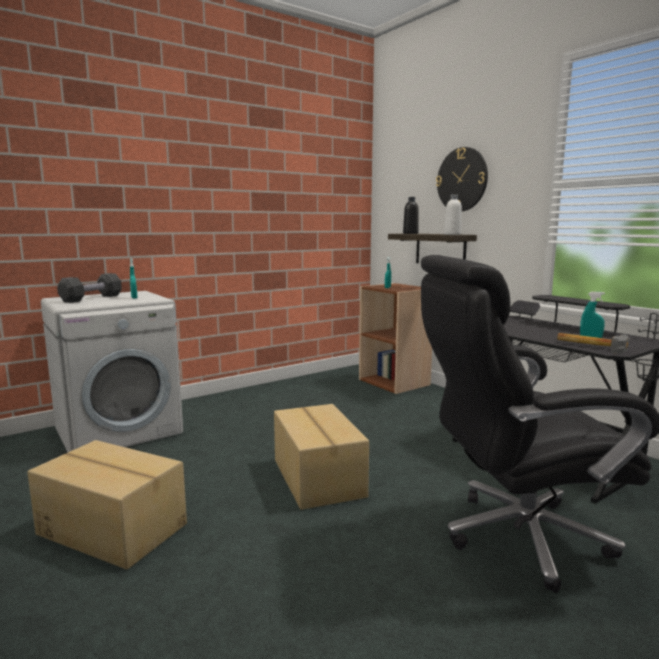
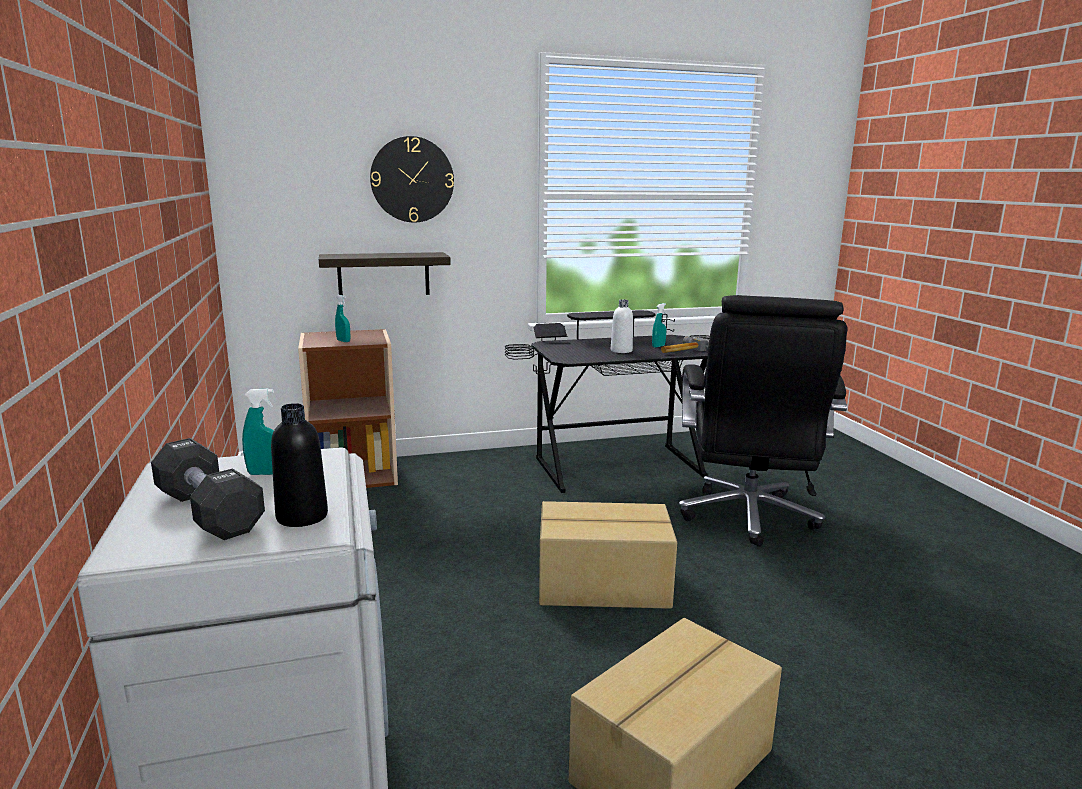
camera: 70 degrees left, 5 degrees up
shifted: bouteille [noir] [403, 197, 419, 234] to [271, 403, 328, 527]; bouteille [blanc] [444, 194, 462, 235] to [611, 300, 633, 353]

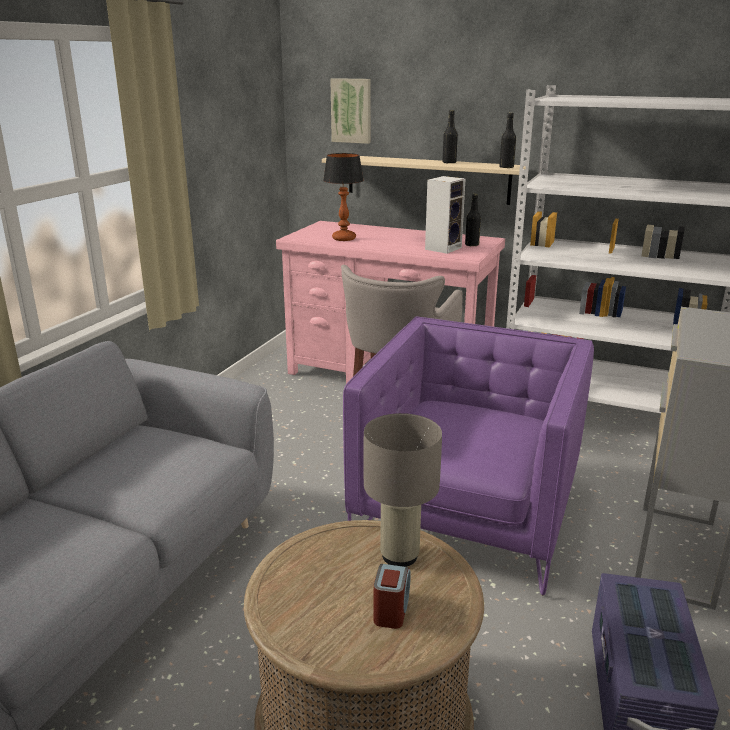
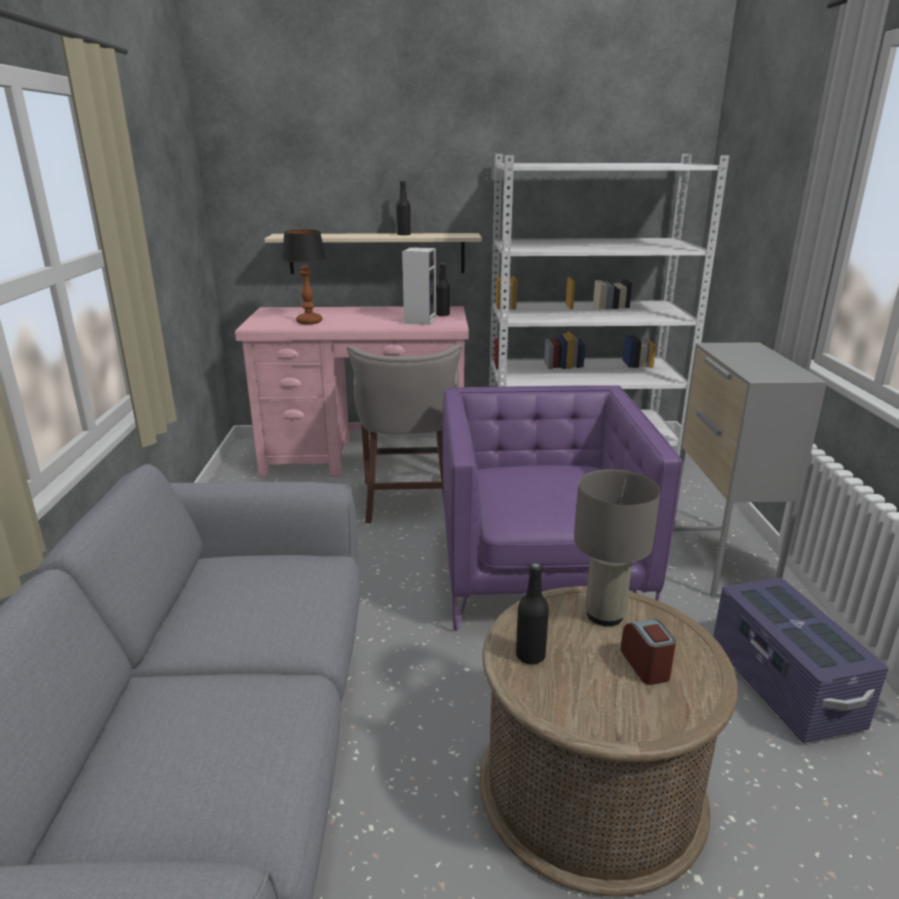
camera: 25 degrees left, 0 degrees up
gone: tableau [330, 78, 371, 144]
shifted: bouteille [noir] [499, 112, 516, 168] to [516, 563, 549, 665]

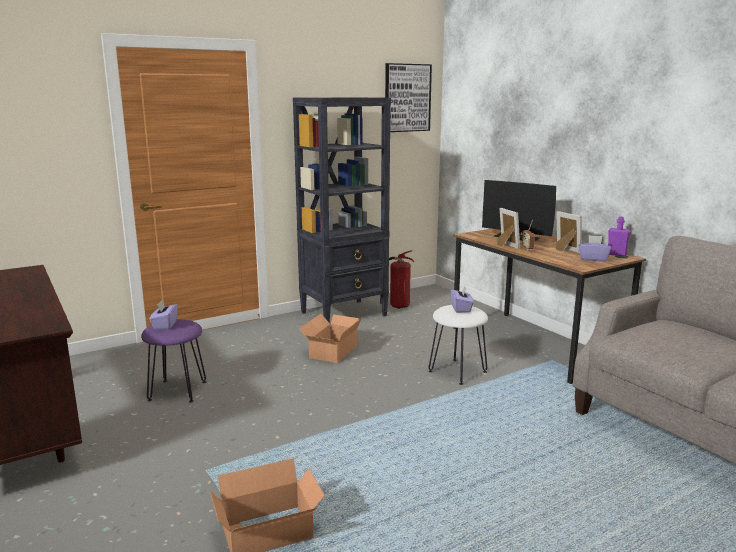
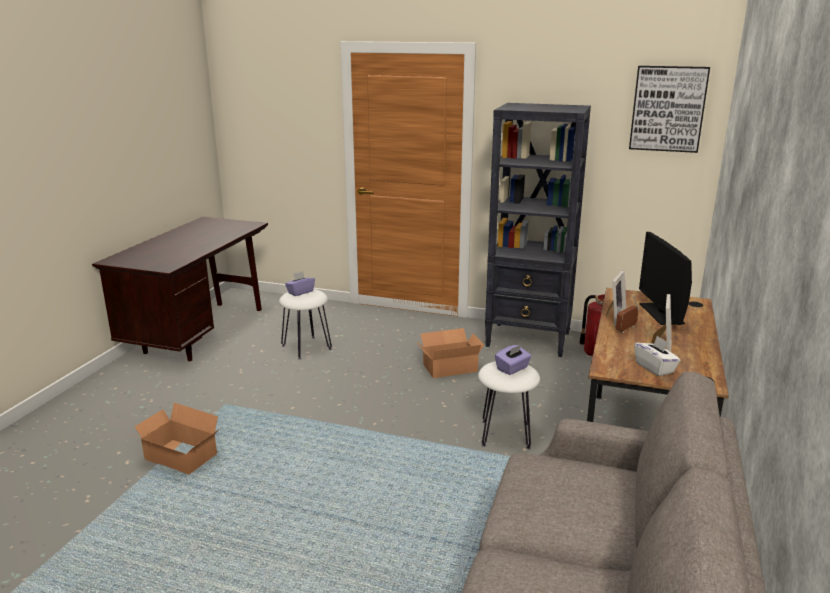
camera: 50 degrees right, 5 degrees up
gone: bouteille [violet] [608, 216, 631, 256]
repainted: tabouret [violet] [141, 319, 206, 403] to tabouret [blanc] [279, 289, 332, 359]; boîte à mouchoirs [violet] [578, 235, 611, 261] to boîte à mouchoirs [blanc] [634, 336, 681, 376]

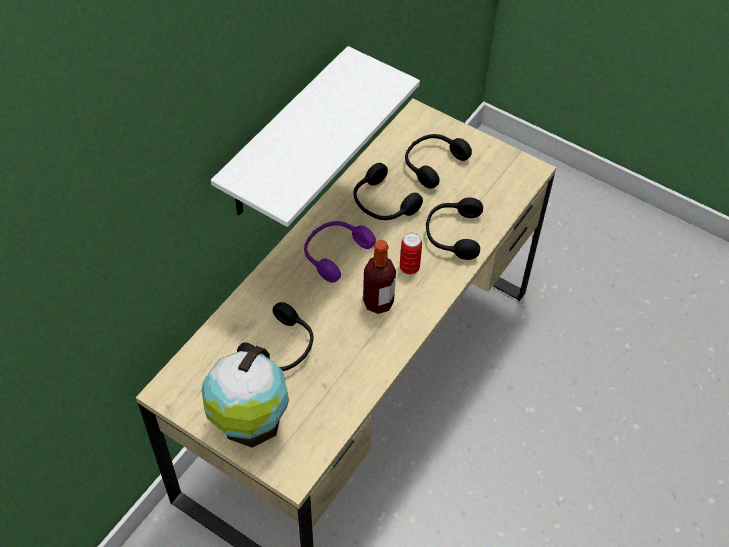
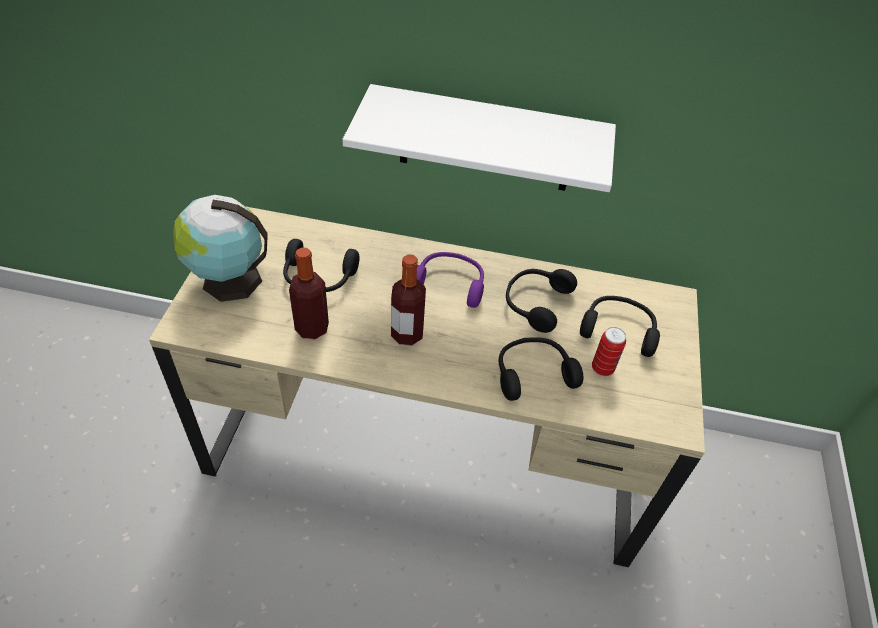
camera: 65 degrees right, 5 degrees down
new: bouteille [289, 247, 329, 339]
shifted: boîte métallique [400, 232, 422, 274] to [592, 327, 626, 376]

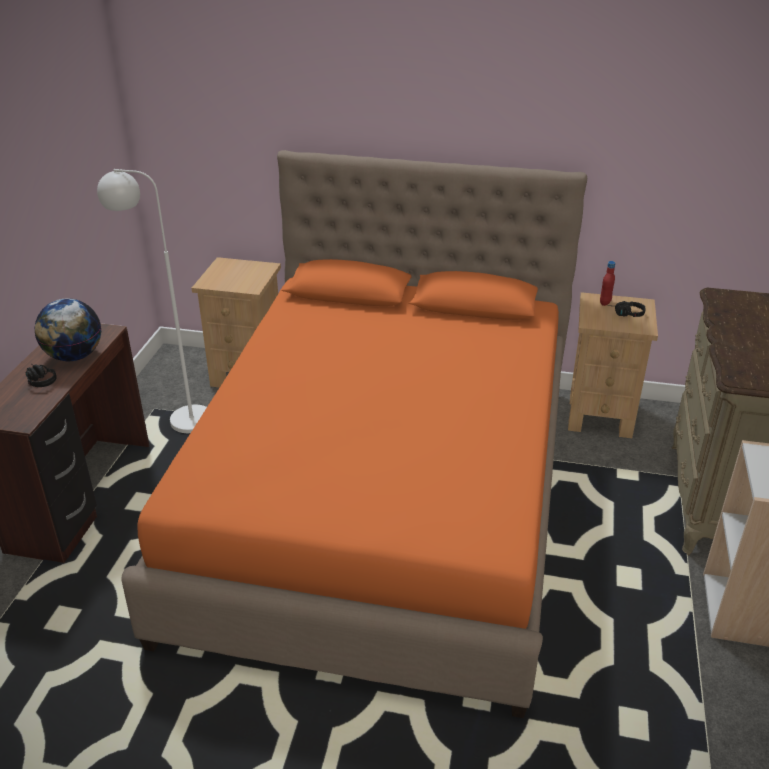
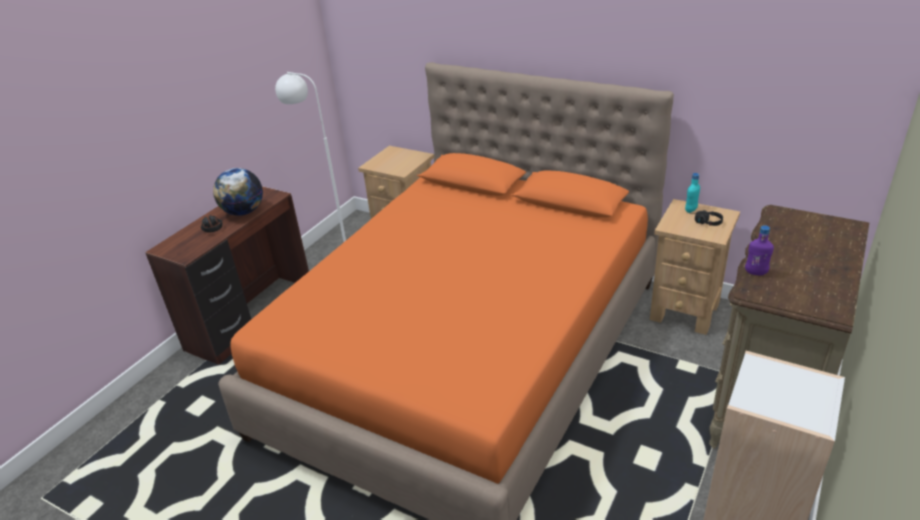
camera: 20 degrees right, 0 degrees up
new: bouteille [violet] [745, 225, 774, 275]
repainted: bouteille [rouge] [600, 261, 615, 306] to bouteille [turquoise] [685, 173, 700, 213]

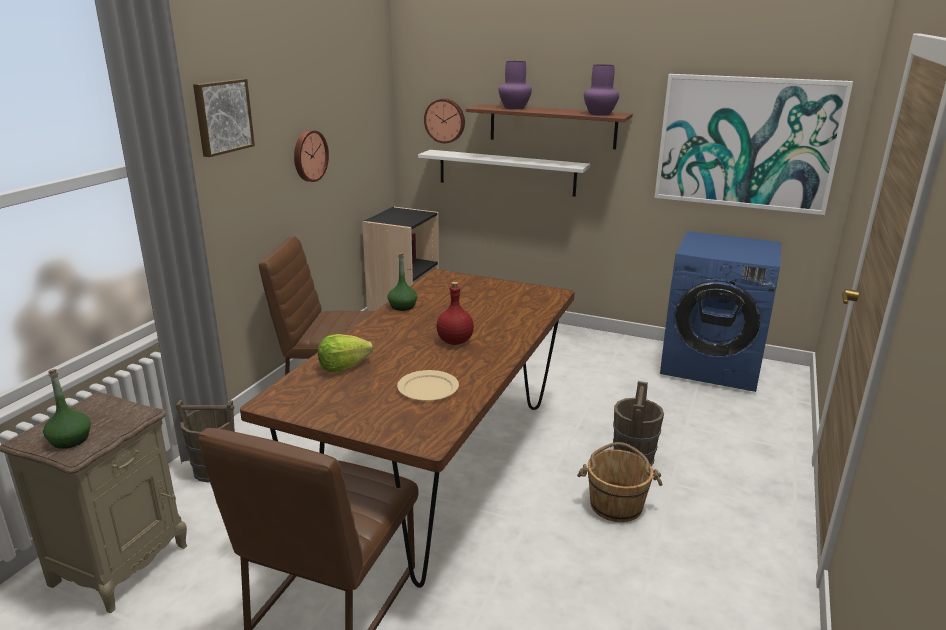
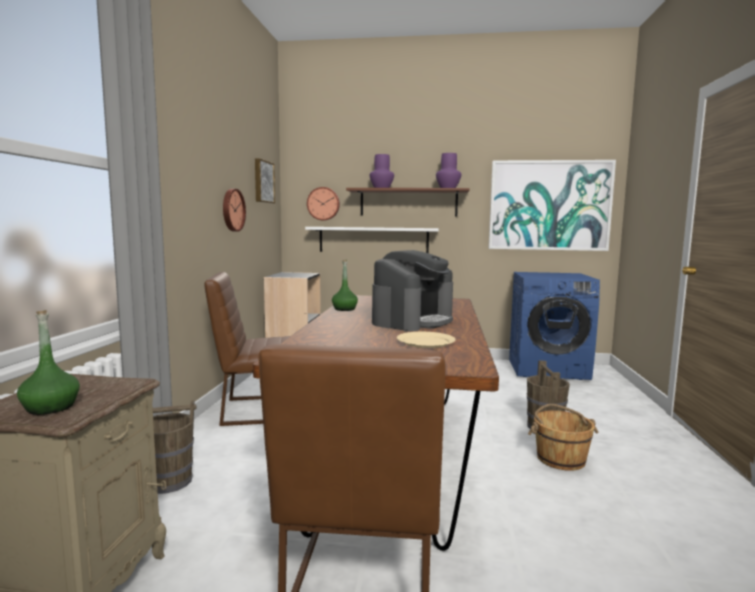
camera: 15 degrees left, 15 degrees down
gone: laitue [318, 334, 373, 372]
shifted: tableau [193, 79, 255, 157] to [255, 158, 275, 204]
swapped: bouteille [rouge] [436, 282, 474, 345] to machine à café [372, 250, 453, 331]

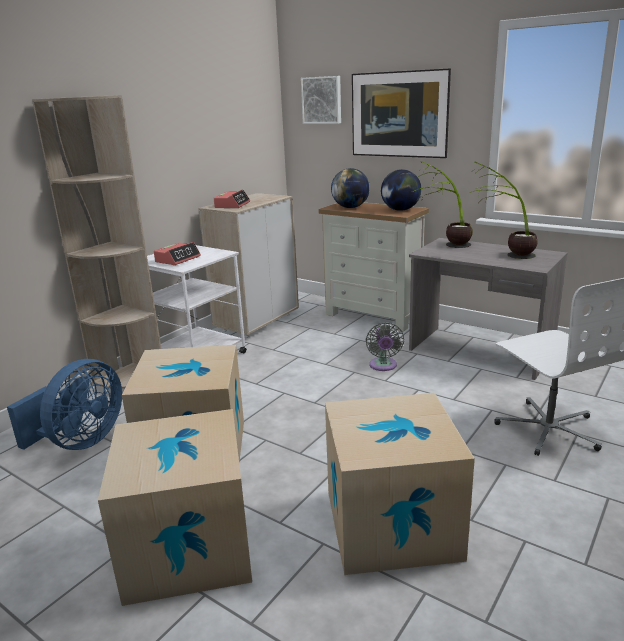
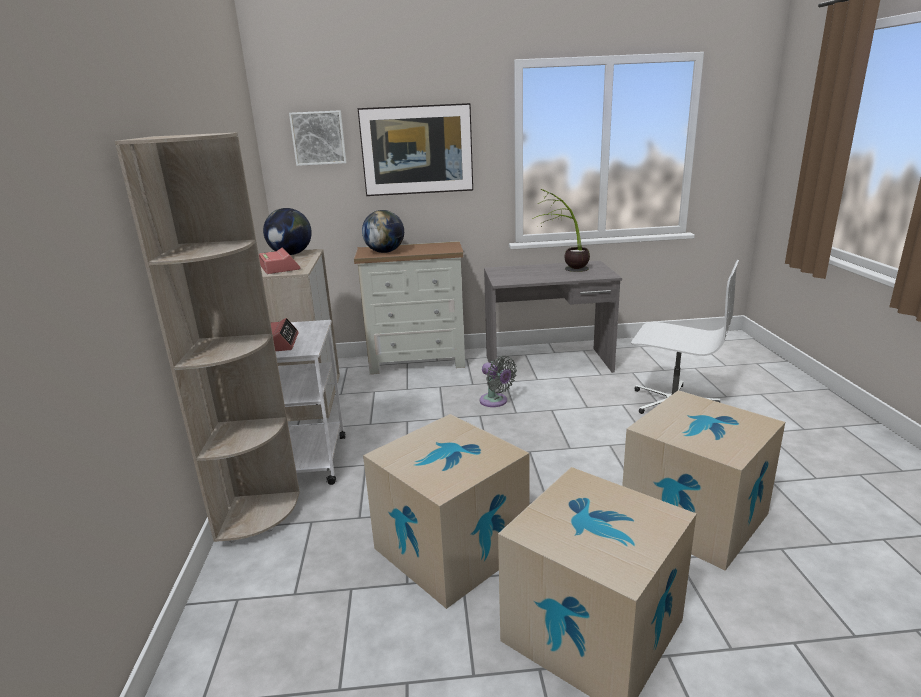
camera: 40 degrees left, 0 degrees up
gone: ventilateur [bleu] [7, 359, 122, 450]; plante en pot [412, 161, 473, 248]
shifted: globe [381, 169, 422, 211] to [263, 208, 312, 255]

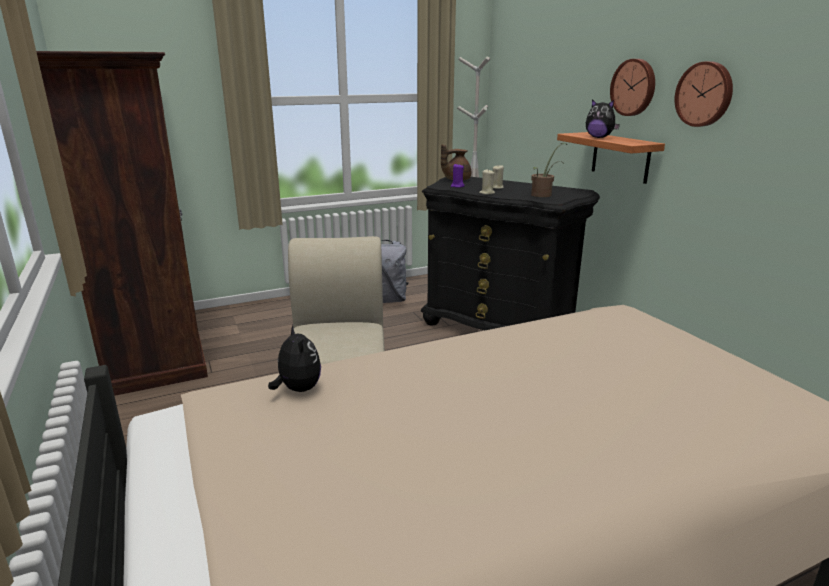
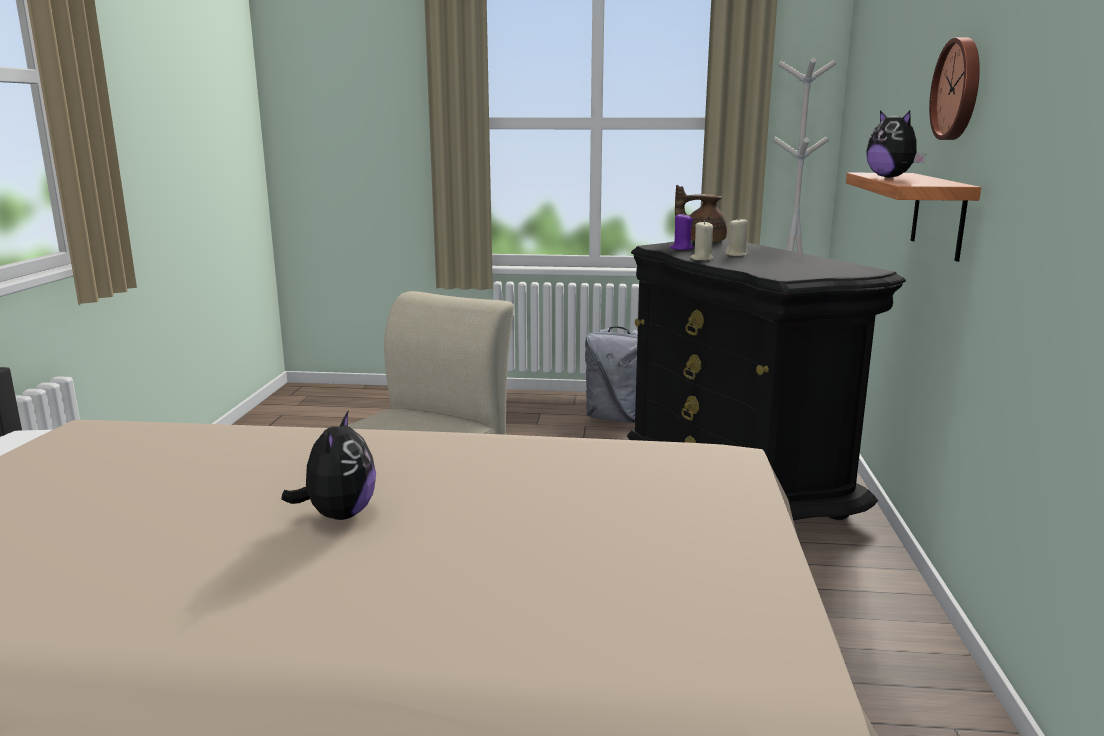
camera: 30 degrees right, 5 degrees down
gone: armoire [marron] [36, 51, 208, 396]; plante en pot [531, 143, 567, 197]; horloge murale [674, 61, 733, 127]
shifted: peluche [268, 325, 321, 392] to [281, 411, 376, 520]

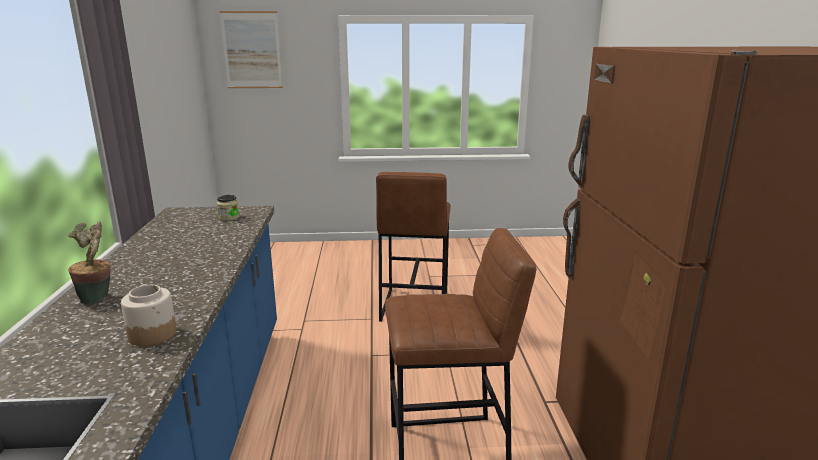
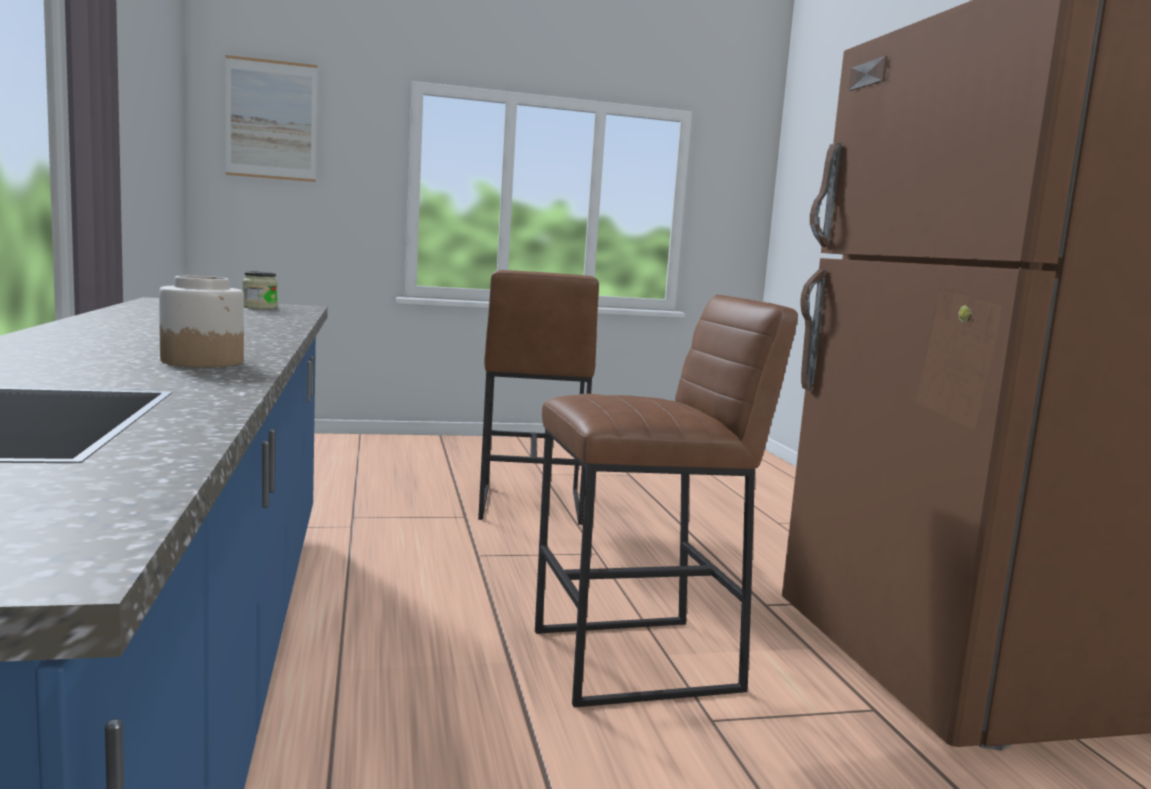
camera: 10 degrees left, 10 degrees down
gone: plante en pot [68, 221, 111, 304]

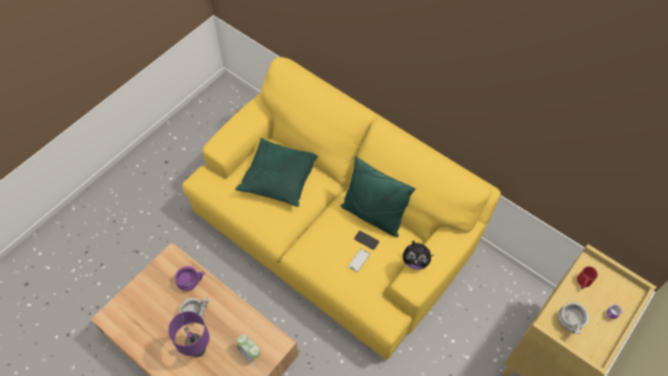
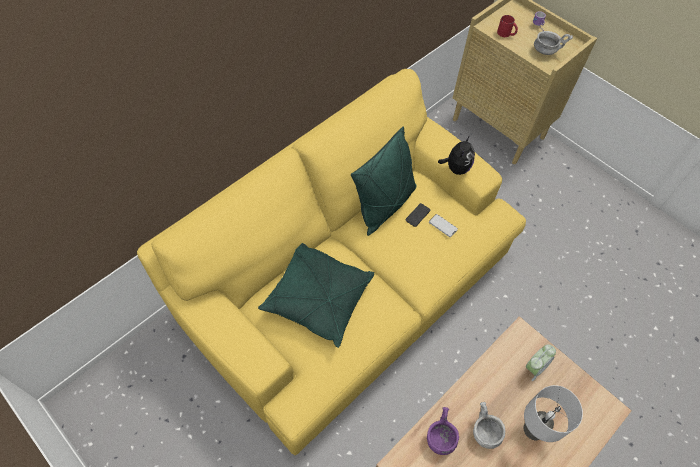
camera: 85 degrees left, 0 degrees up
repainted: lampe de table [violet] [168, 311, 209, 358] to lampe de table [blanc] [524, 385, 583, 442]

